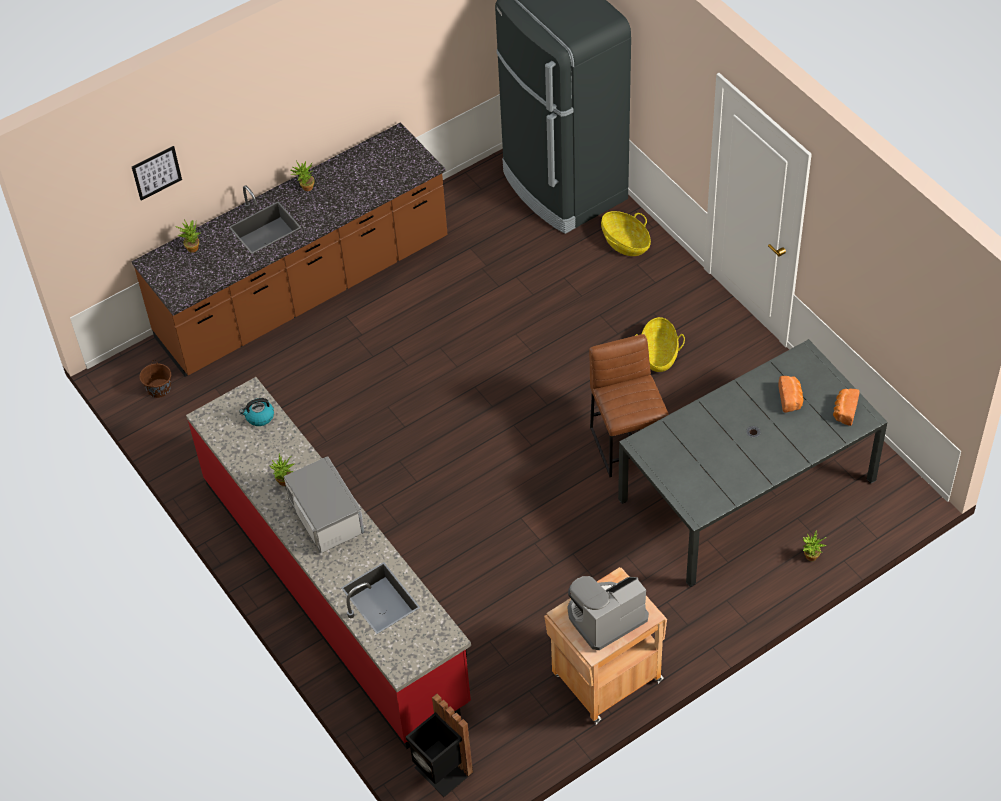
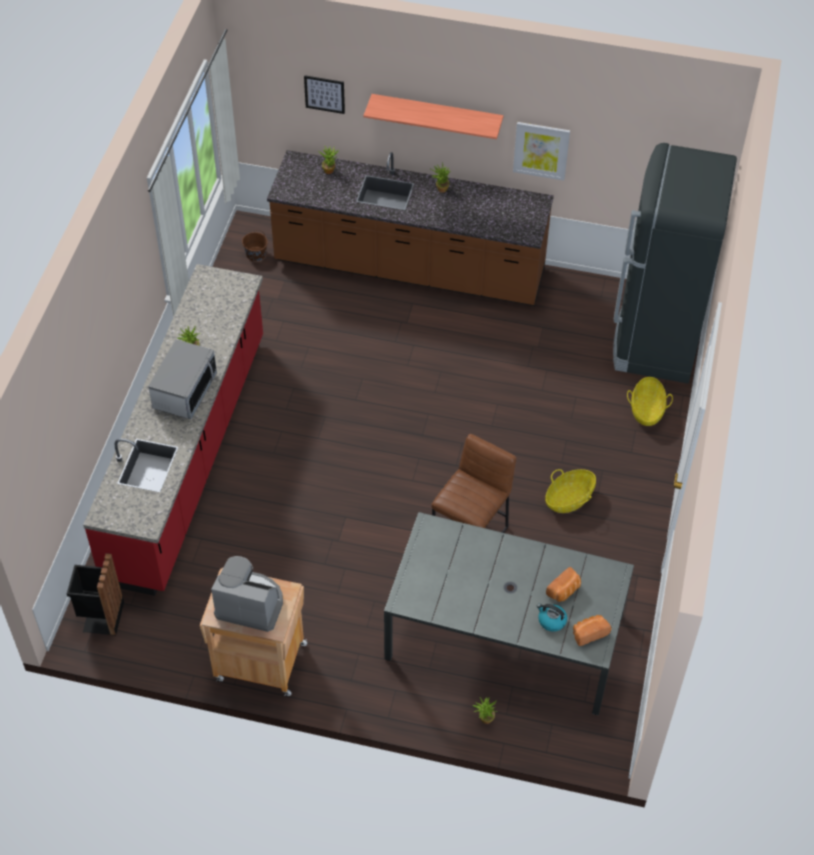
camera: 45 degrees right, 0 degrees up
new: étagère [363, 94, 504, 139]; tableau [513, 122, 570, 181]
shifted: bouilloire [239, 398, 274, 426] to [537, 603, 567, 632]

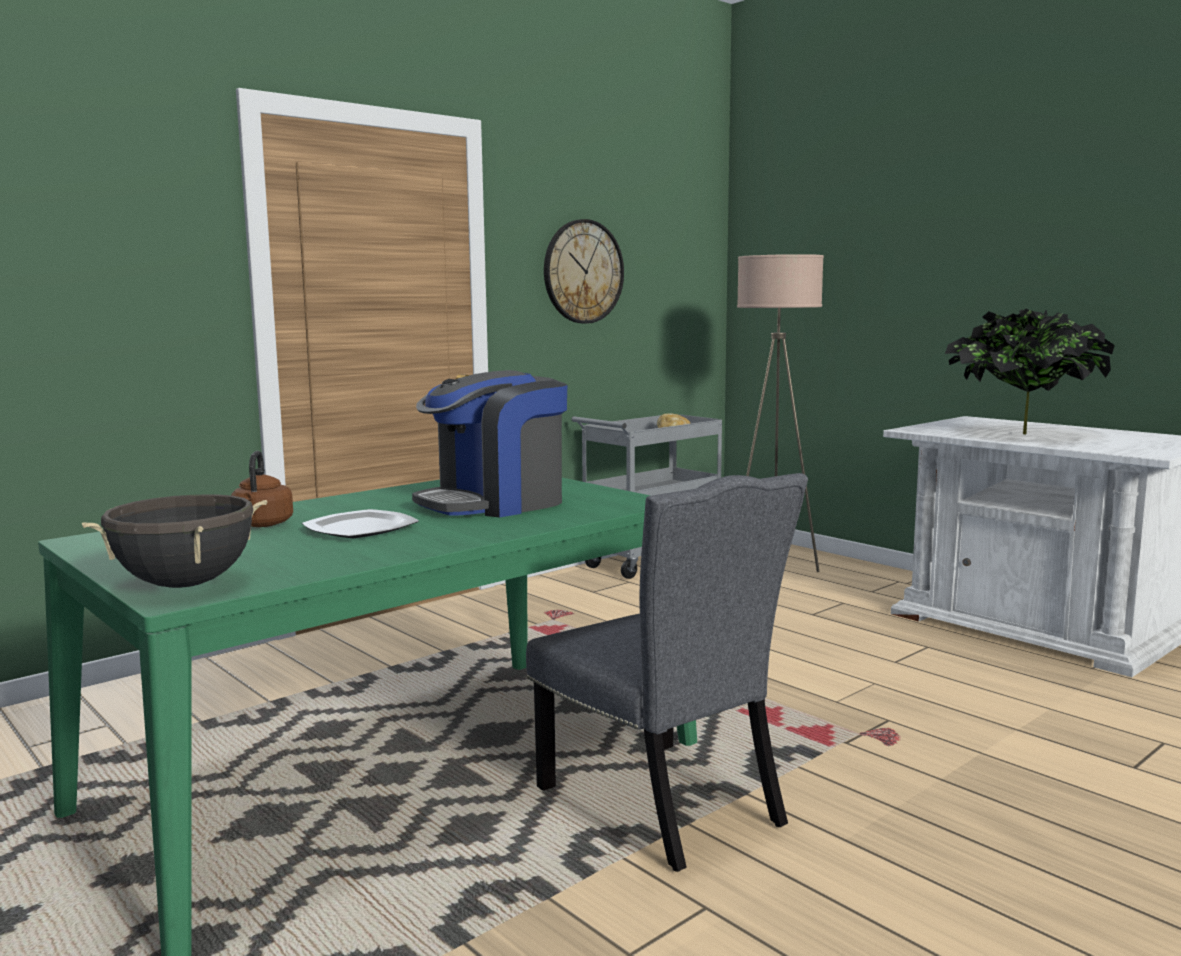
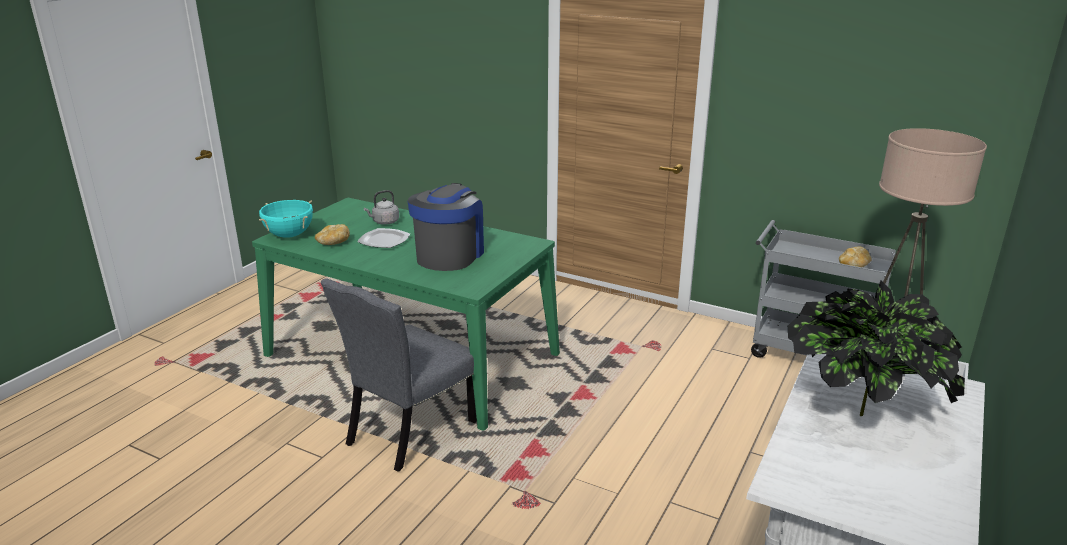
camera: 70 degrees right, 15 degrees up
gone: horloge murale [544, 219, 624, 324]
new: pain [315, 224, 350, 245]
repainted: marmite [noir] [82, 494, 267, 588] to marmite [turquoise] [259, 200, 313, 238]; bouilloire [marron] [231, 451, 293, 527] to bouilloire [gris] [364, 190, 399, 225]
rotated: machine à café [412, 370, 567, 517] = [407, 183, 484, 271] 75 degrees clockwise

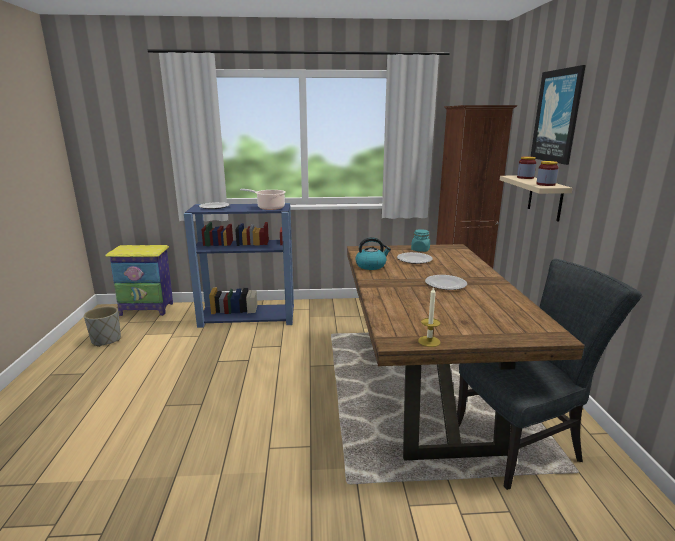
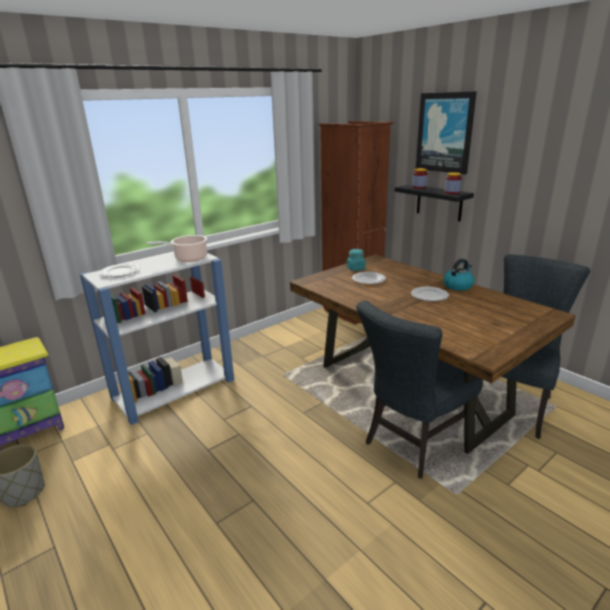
camera: 35 degrees left, 5 degrees up
gone: bougie [418, 286, 440, 347]
new: chaise [gris] [356, 301, 483, 479]
shifted: bouilloire [355, 237, 391, 270] to [443, 259, 475, 291]
repainted: bibliothèque [bleu] [184, 203, 294, 328] to bibliothèque [blanc] [80, 253, 234, 425]; étagère [beige] [500, 176, 573, 221] to étagère [noir] [395, 184, 474, 221]

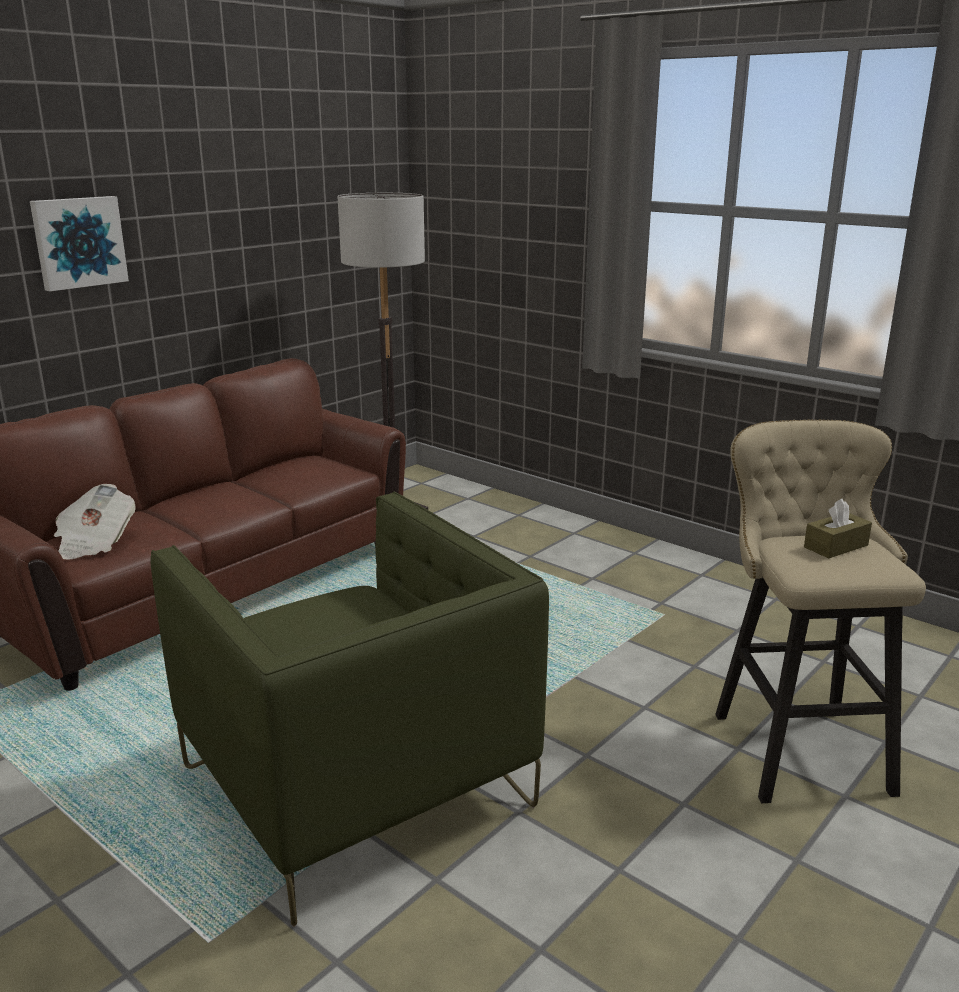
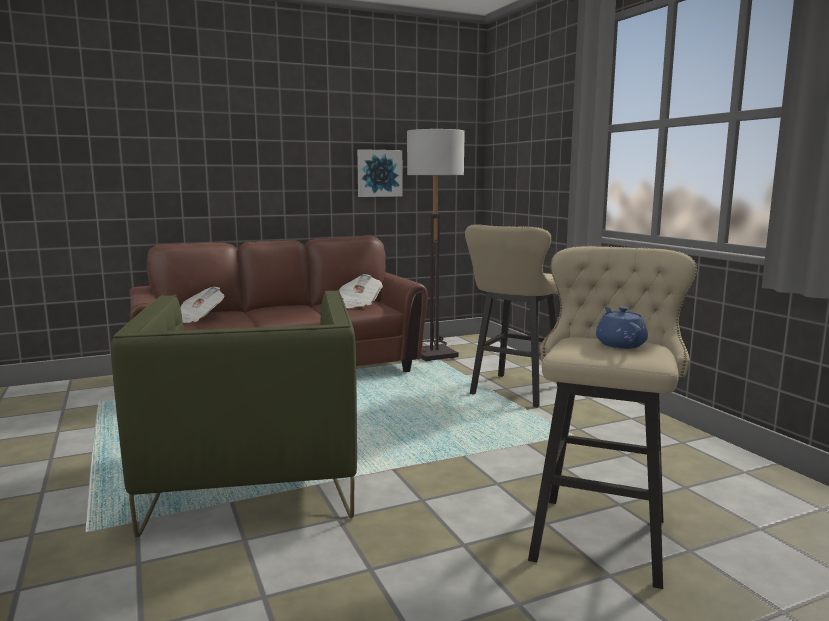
camera: 25 degrees right, 10 degrees down
new: journal [339, 274, 383, 308]; tabouret [beige] [465, 224, 558, 407]
shifted: tableau [30, 196, 129, 291] to [357, 149, 403, 197]
swapped: boîte à mouchoirs [marron] [804, 499, 872, 558] to théière [bleu] [596, 307, 648, 349]

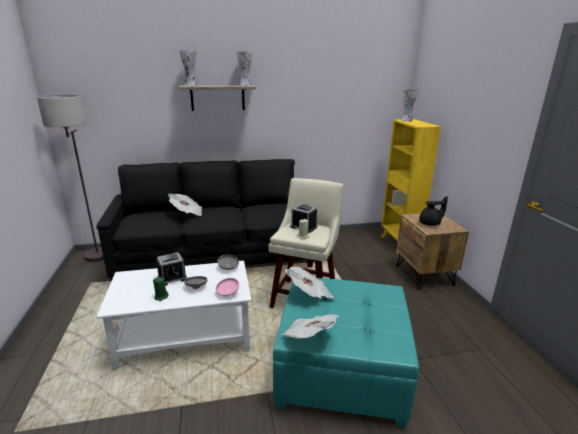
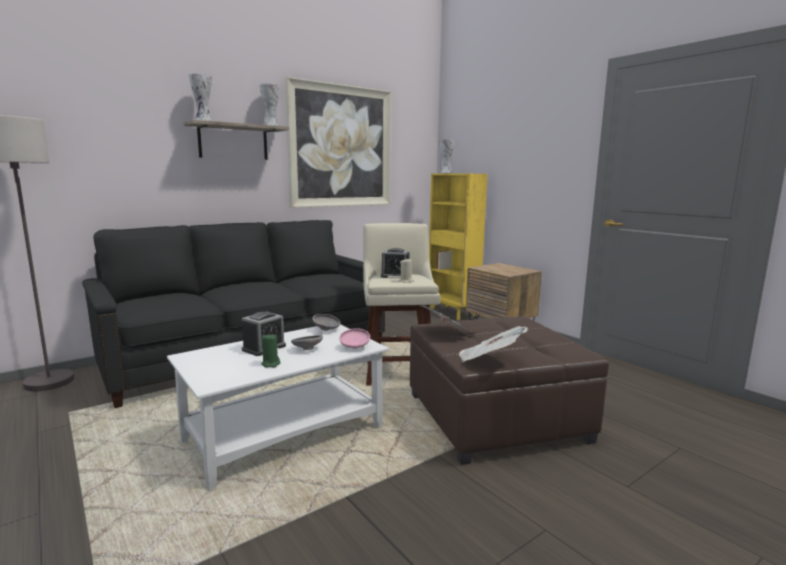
camera: 25 degrees left, 10 degrees down
gone: journal [168, 194, 202, 216]; théière [noir] [419, 196, 448, 226]
new: tableau [285, 77, 392, 208]
repainted: pouf [turquoise] [273, 278, 419, 427] to pouf [marron] [410, 316, 609, 465]

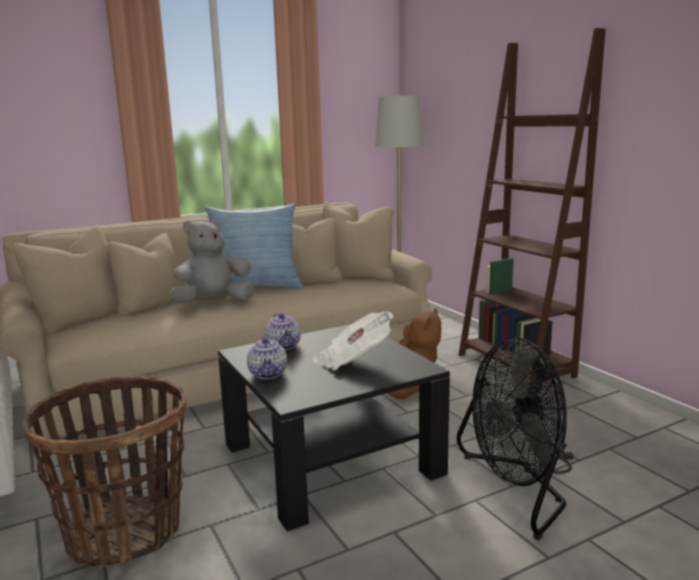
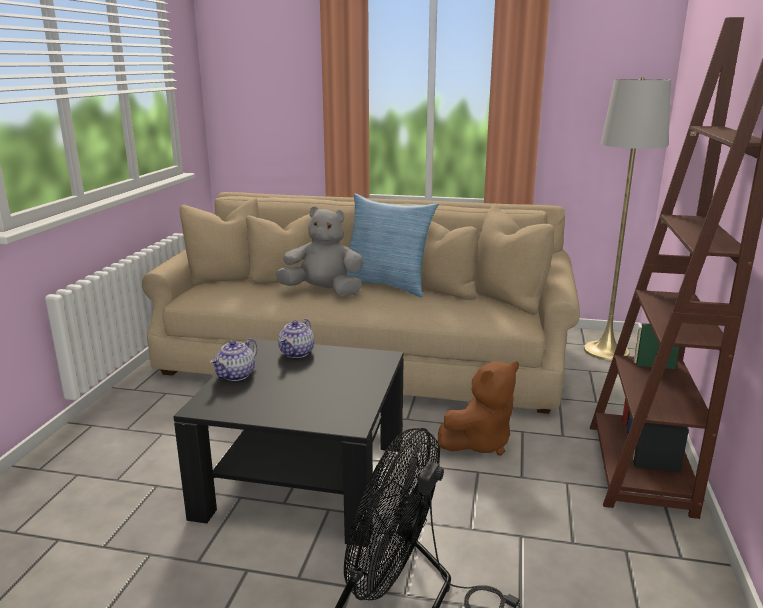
camera: 40 degrees right, 5 degrees up
gone: panier [23, 377, 186, 568]; journal [312, 312, 394, 370]

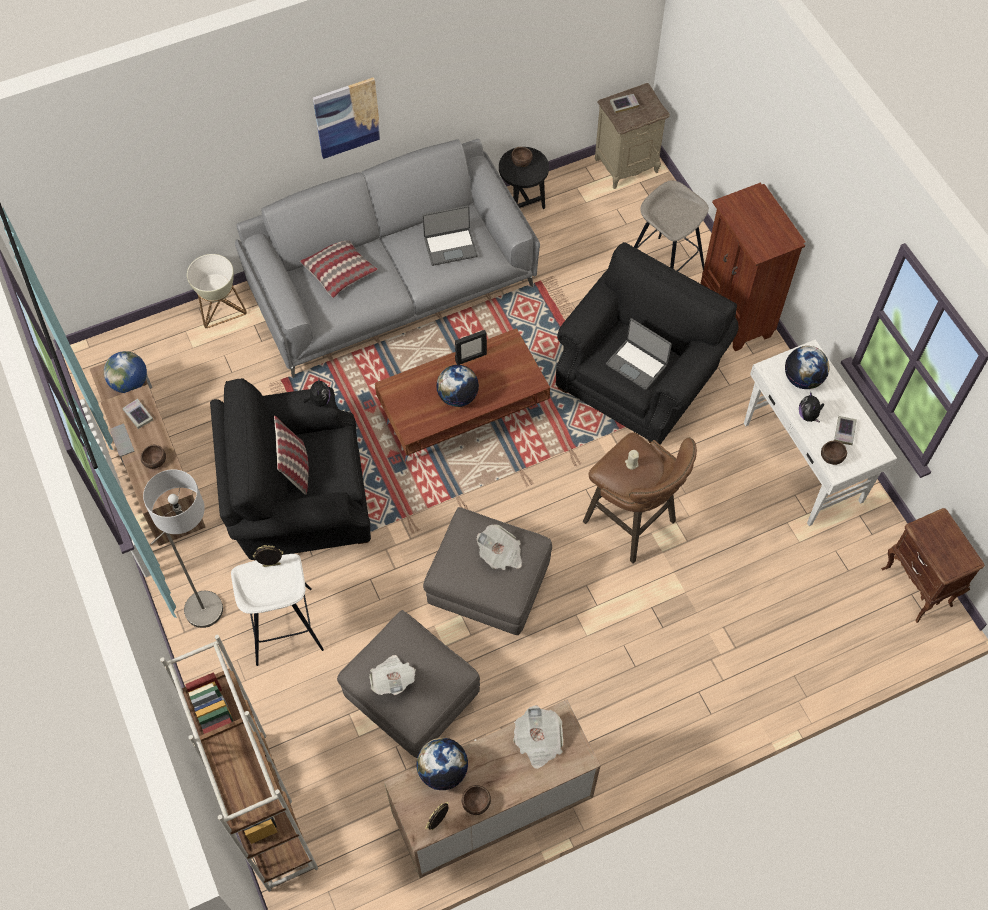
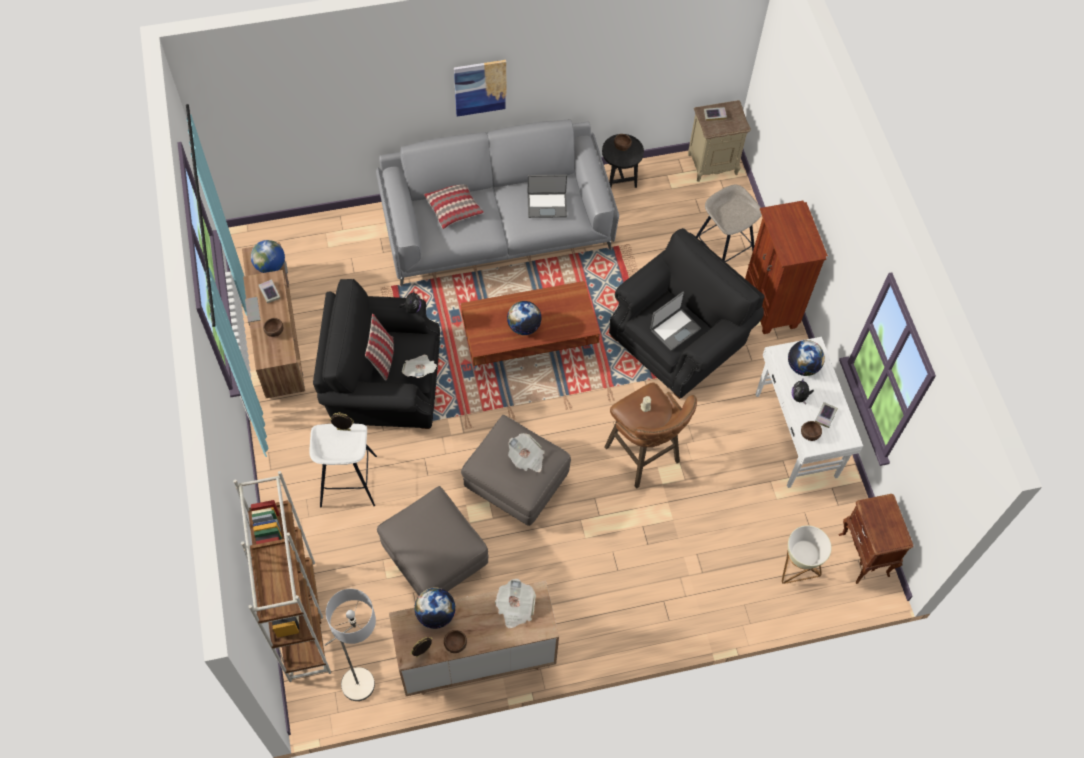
camera: 10 degrees right, 0 degrees up
gone: cadre photo [455, 330, 487, 365]
shifted: lampadaire [gris] [143, 469, 223, 628] to [324, 589, 376, 701]; cache-pot [187, 254, 247, 328] to [782, 525, 831, 584]; journal [370, 655, 416, 695] to [402, 355, 437, 378]
rotated: ordinateur portable [606, 318, 672, 390] = [650, 292, 701, 350] 90 degrees counterclockwise

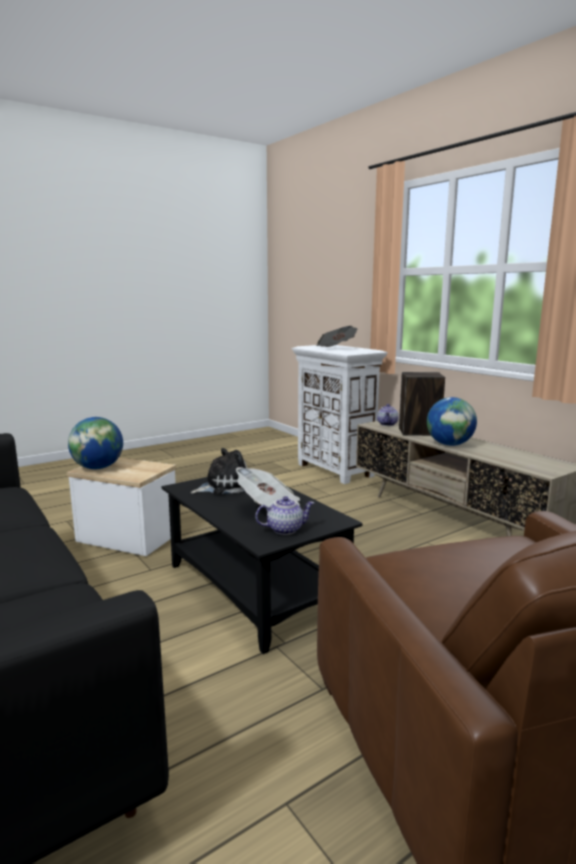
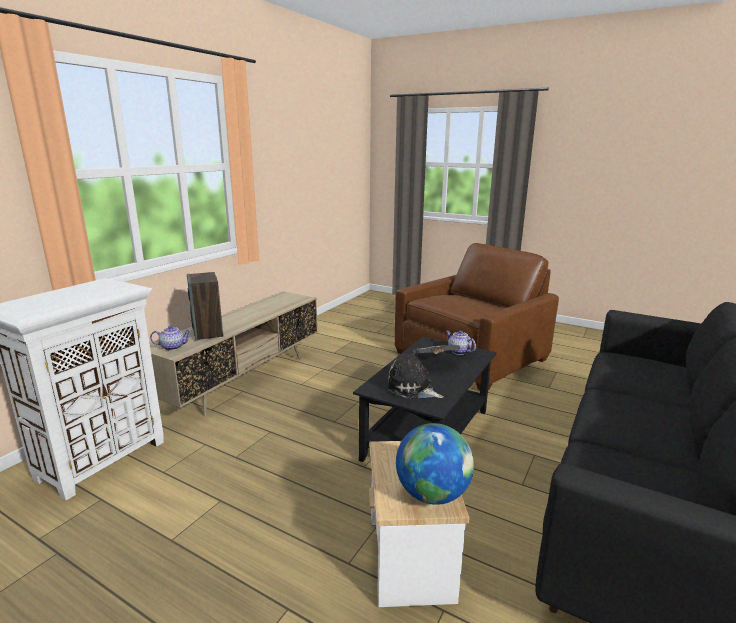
camera: 115 degrees left, 5 degrees up
gone: journal [316, 326, 358, 347]; globe [427, 397, 477, 446]

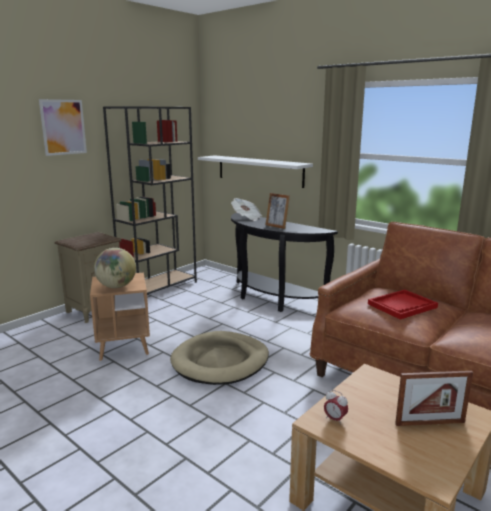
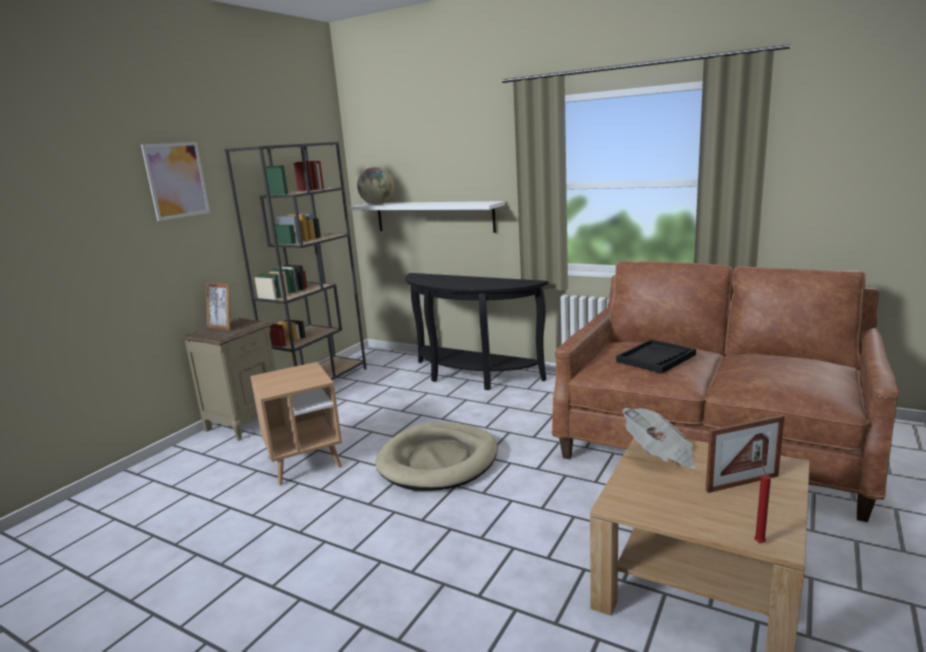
camera: 10 degrees left, 0 degrees up
gone: réveil [324, 390, 348, 425]
new: bougie [rouge] [754, 464, 771, 543]
shifted: globe [94, 248, 136, 288] to [357, 167, 394, 205]; journal [231, 198, 263, 221] to [622, 408, 696, 469]; cadre photo [266, 193, 290, 229] to [206, 283, 230, 331]
repainted: plateau [rouge] [368, 290, 438, 319] to plateau [noir] [616, 339, 696, 374]

